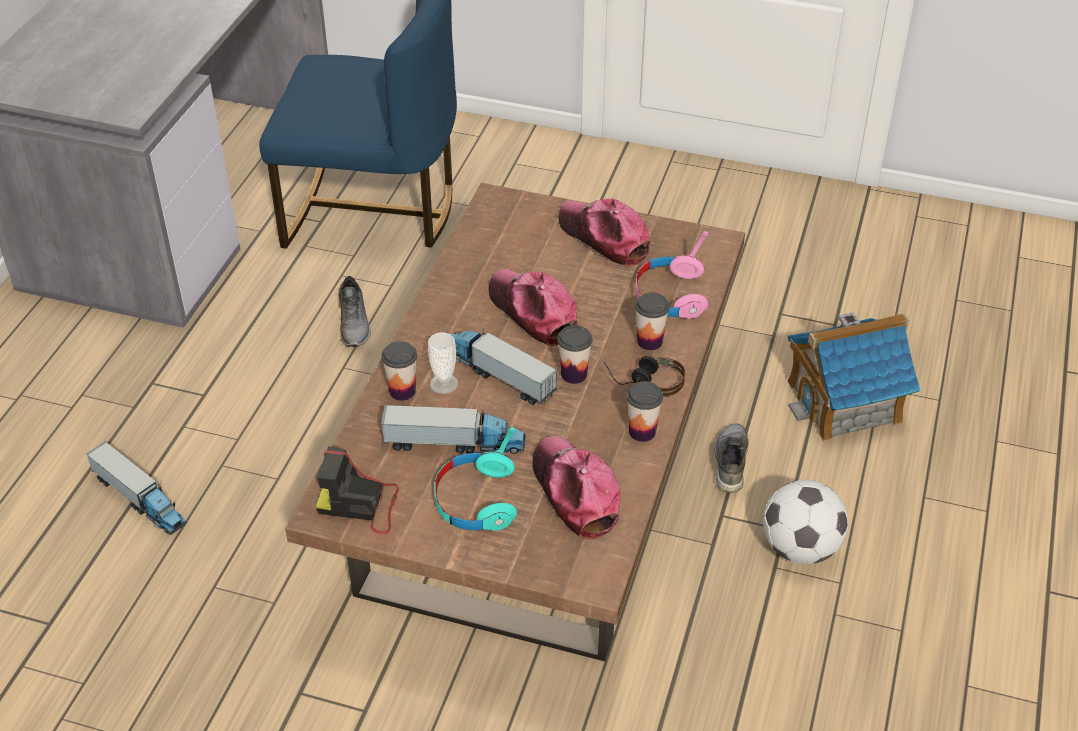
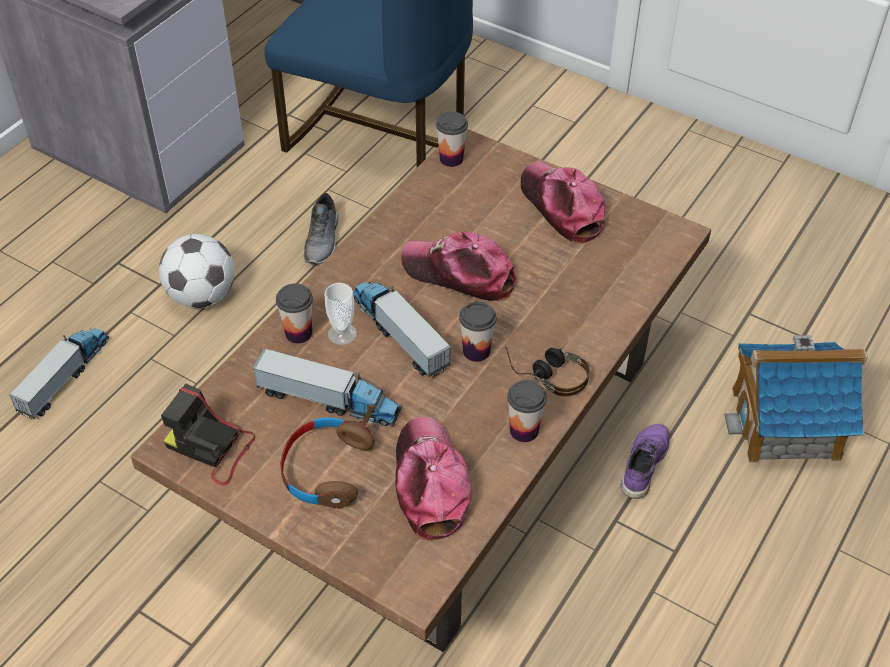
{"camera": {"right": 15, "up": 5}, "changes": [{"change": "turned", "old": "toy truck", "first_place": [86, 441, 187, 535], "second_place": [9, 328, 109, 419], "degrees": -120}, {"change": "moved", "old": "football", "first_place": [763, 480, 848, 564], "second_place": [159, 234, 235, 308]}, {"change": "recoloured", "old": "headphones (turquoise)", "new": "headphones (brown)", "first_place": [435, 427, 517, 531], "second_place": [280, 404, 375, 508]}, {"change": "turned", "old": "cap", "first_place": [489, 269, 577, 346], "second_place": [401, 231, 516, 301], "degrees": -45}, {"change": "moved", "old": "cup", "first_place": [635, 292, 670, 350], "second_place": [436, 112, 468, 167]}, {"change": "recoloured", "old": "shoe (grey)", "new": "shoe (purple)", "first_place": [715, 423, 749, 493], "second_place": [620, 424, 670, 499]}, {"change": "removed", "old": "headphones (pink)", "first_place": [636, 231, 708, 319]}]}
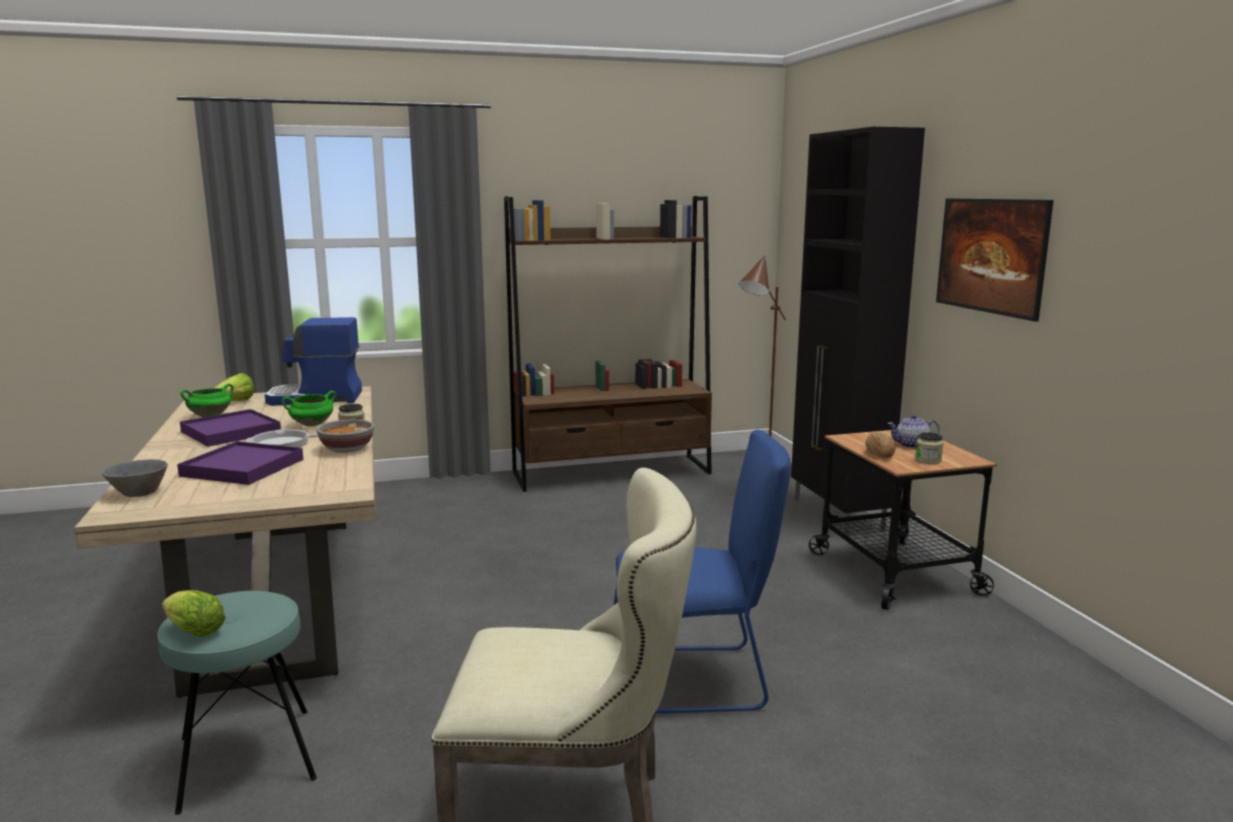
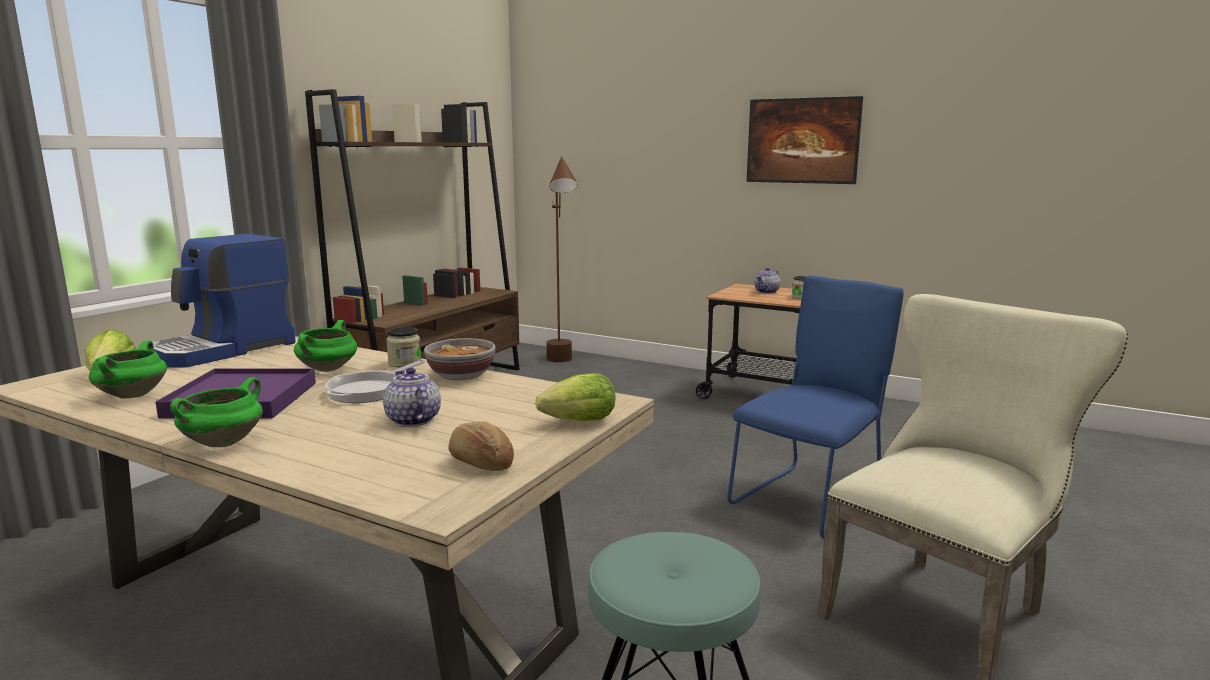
{"camera": {"right": -45, "up": 0}, "changes": [{"change": "added", "new": "cooking pot (green)", "second_place": [170, 377, 263, 447]}, {"change": "replaced", "old": "tray (purple)", "new": "teapot", "first_place": [177, 441, 303, 485], "second_place": [383, 368, 441, 427]}, {"change": "moved", "old": "bread", "first_place": [865, 432, 895, 458], "second_place": [448, 421, 514, 471]}, {"change": "moved", "old": "lettuce", "first_place": [162, 590, 225, 637], "second_place": [535, 373, 616, 422]}, {"change": "removed", "old": "bowl (grey)", "first_place": [102, 459, 168, 497]}, {"change": "removed", "old": "cabinet (black)", "first_place": [791, 127, 925, 536]}]}
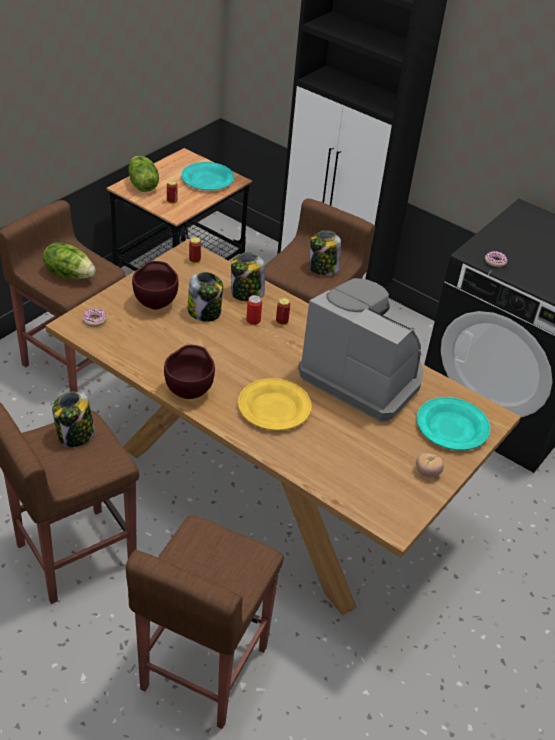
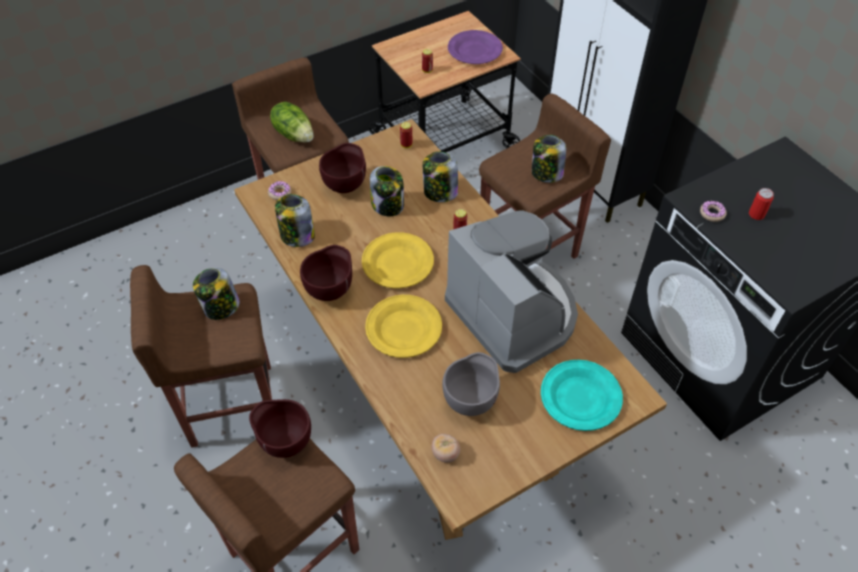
{"camera": {"right": 25, "up": 10}, "changes": [{"change": "added", "new": "bowl (brown)", "second_place": [249, 399, 311, 458]}, {"change": "added", "new": "jar", "second_place": [275, 194, 315, 247]}, {"change": "added", "new": "plate (yellow)", "second_place": [362, 232, 434, 288]}, {"change": "moved", "old": "tomato", "first_place": [416, 453, 444, 477], "second_place": [432, 434, 460, 463]}, {"change": "added", "new": "bowl (grey)", "second_place": [442, 352, 500, 416]}, {"change": "recoloured", "old": "plate (turquoise)", "new": "plate (purple)", "first_place": [181, 162, 234, 190], "second_place": [448, 30, 503, 64]}, {"change": "moved", "old": "can", "first_place": [246, 295, 262, 325], "second_place": [749, 188, 774, 220]}, {"change": "removed", "old": "lettuce", "first_place": [128, 156, 159, 192]}]}
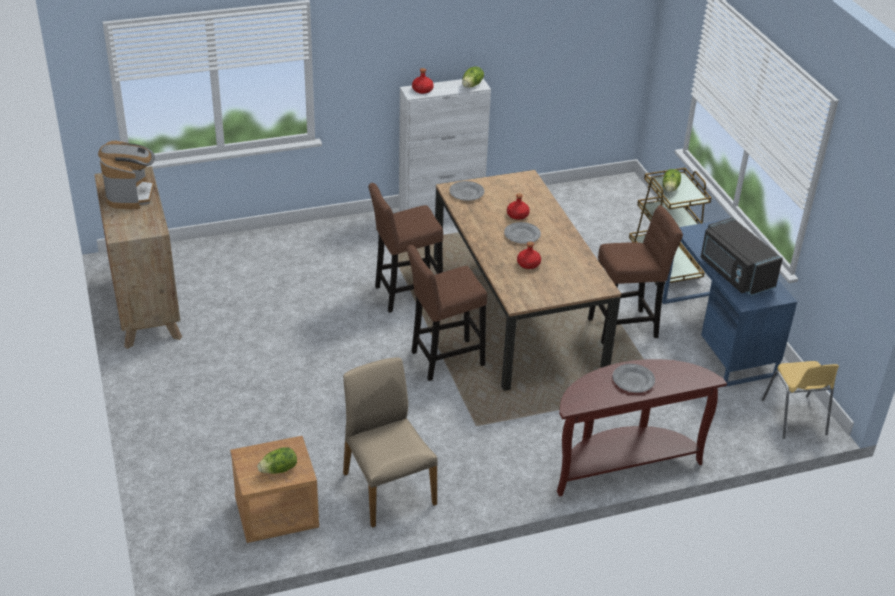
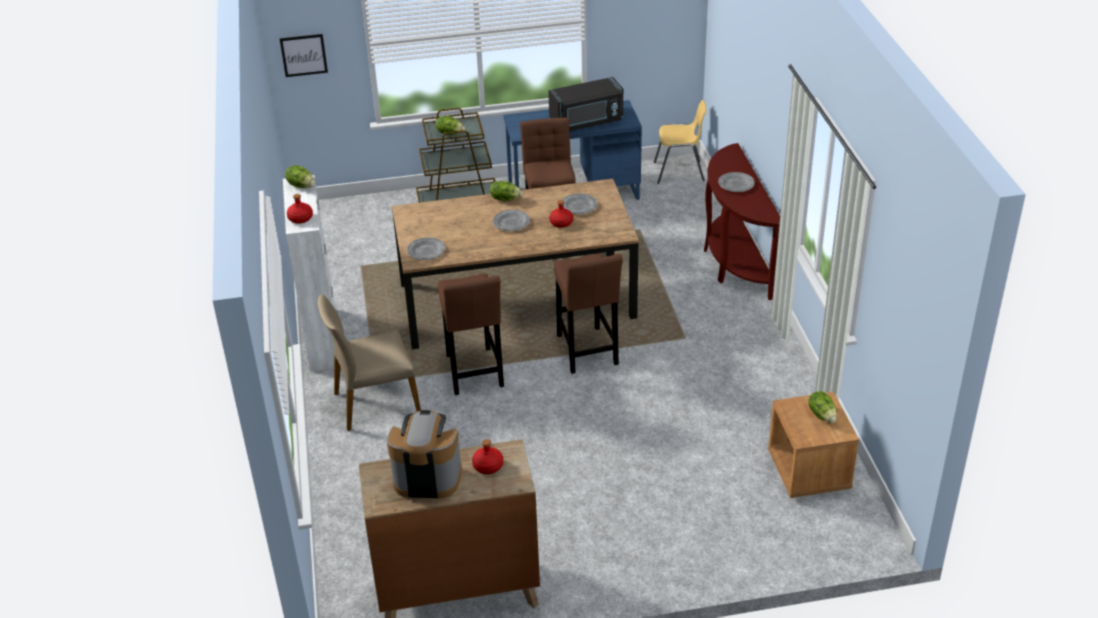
{"camera": {"right": -80, "up": 0}, "changes": [{"change": "added", "new": "picture", "second_place": [280, 34, 328, 77]}, {"change": "moved", "old": "chair (beige)", "first_place": [343, 357, 438, 528], "second_place": [318, 294, 421, 431]}, {"change": "moved", "old": "bottle (red)", "first_place": [507, 193, 530, 220], "second_place": [472, 439, 503, 474]}, {"change": "added", "new": "lettuce", "second_place": [490, 181, 522, 201]}, {"change": "added", "new": "plate (grey)", "second_place": [563, 193, 598, 214]}]}
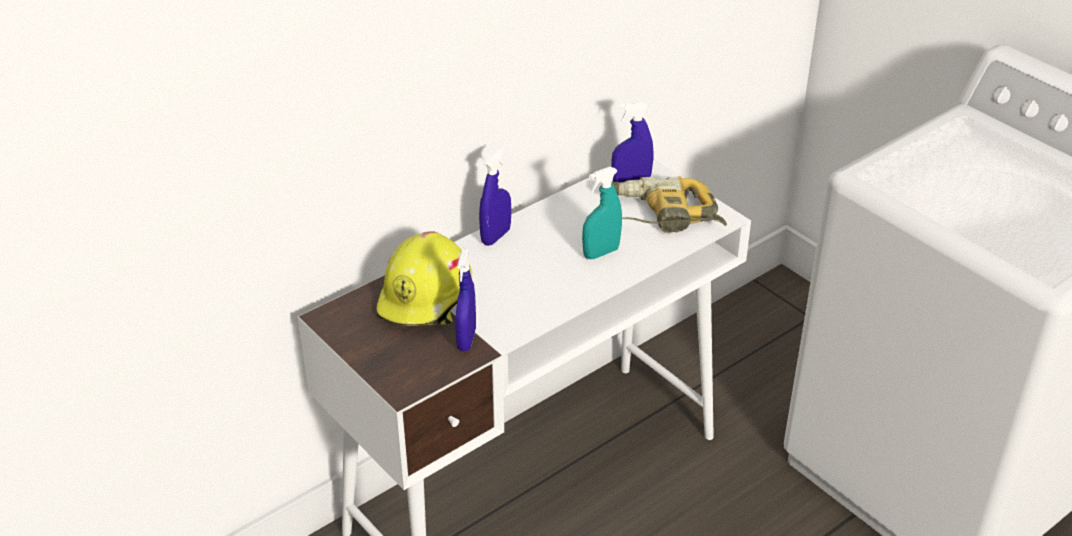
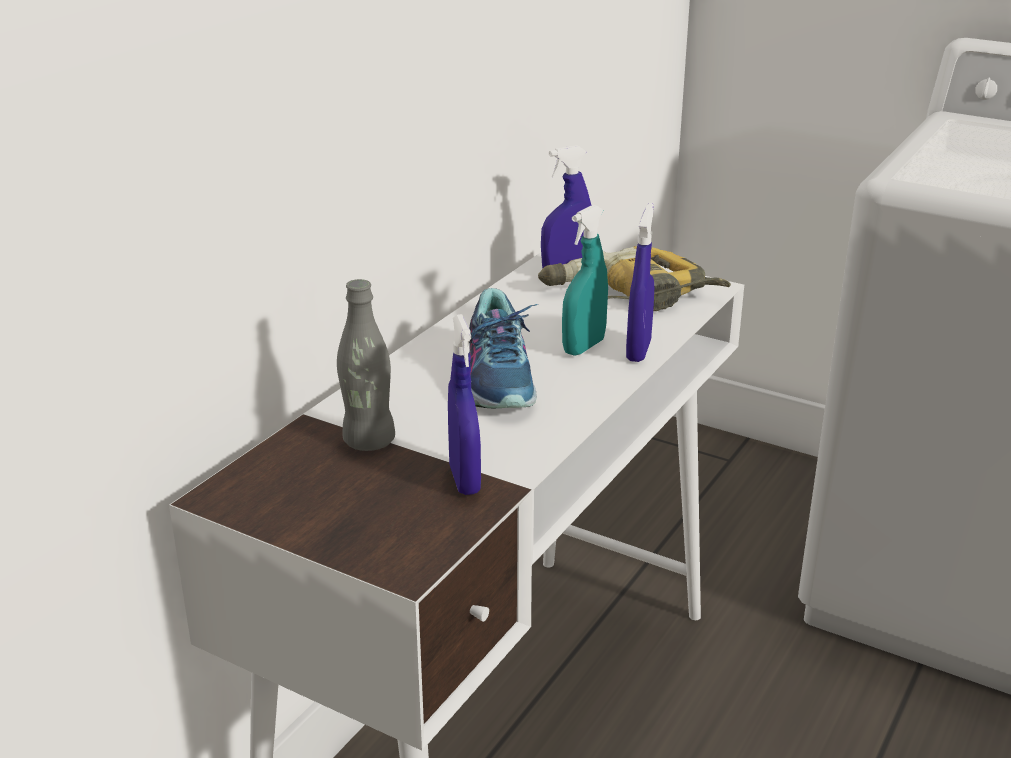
{"camera": {"right": -20, "up": -10}, "changes": [{"change": "replaced", "old": "hard hat (yellow)", "new": "bottle (grey)", "first_place": [376, 231, 472, 326], "second_place": [337, 279, 395, 451]}, {"change": "added", "new": "shoe", "second_place": [469, 288, 538, 408]}, {"change": "moved", "old": "spray bottle (blue)", "first_place": [479, 146, 511, 246], "second_place": [626, 203, 654, 362]}]}
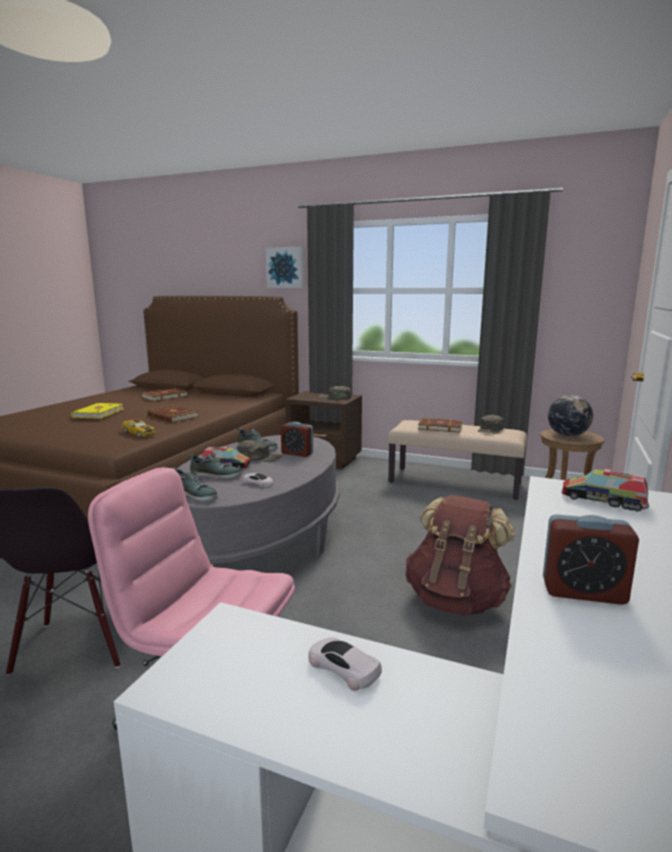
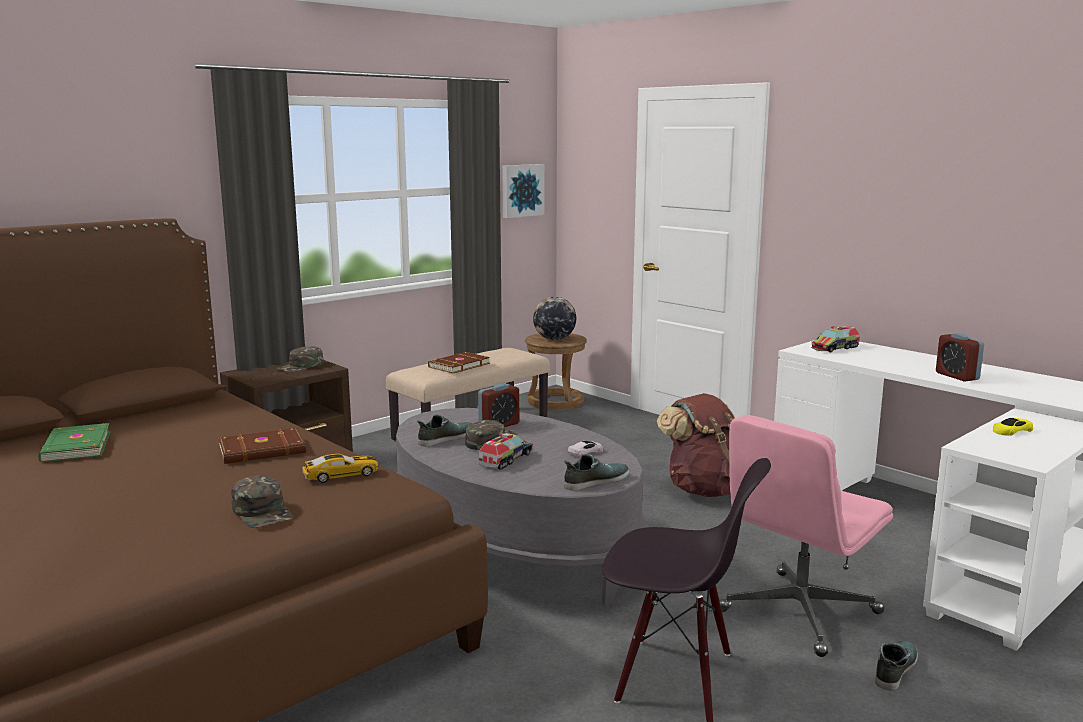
{"camera": {"right": -65, "up": 0}, "changes": [{"change": "recoloured", "old": "book (brown)", "new": "book (green)", "first_place": [141, 388, 187, 401], "second_place": [38, 423, 110, 462]}, {"change": "moved", "old": "cap (green)", "first_place": [478, 415, 504, 434], "second_place": [231, 475, 293, 528]}, {"change": "moved", "old": "picture", "first_place": [266, 247, 303, 288], "second_place": [502, 164, 544, 218]}, {"change": "moved", "old": "shoe", "first_place": [189, 453, 241, 479], "second_place": [875, 641, 918, 690]}, {"change": "turned", "old": "alarm clock", "first_place": [543, 514, 639, 605], "second_place": [936, 333, 984, 382], "degrees": 120}, {"change": "recoloured", "old": "toy car (white)", "new": "toy car (yellow)", "first_place": [308, 637, 382, 691], "second_place": [993, 418, 1033, 436]}, {"change": "removed", "old": "book (yellow)", "first_place": [71, 403, 124, 419]}]}
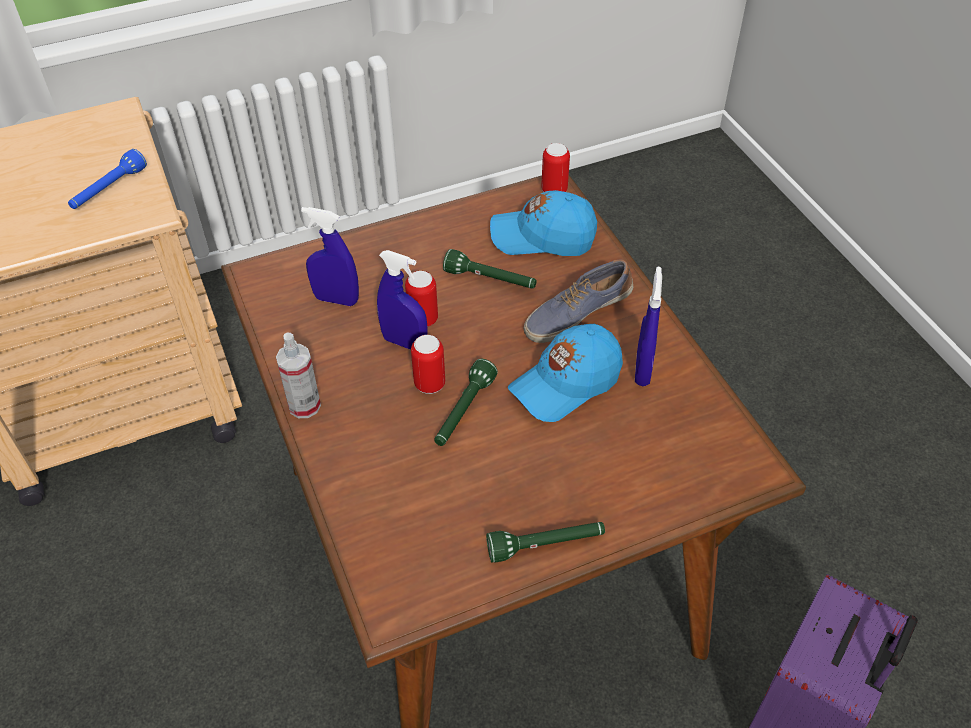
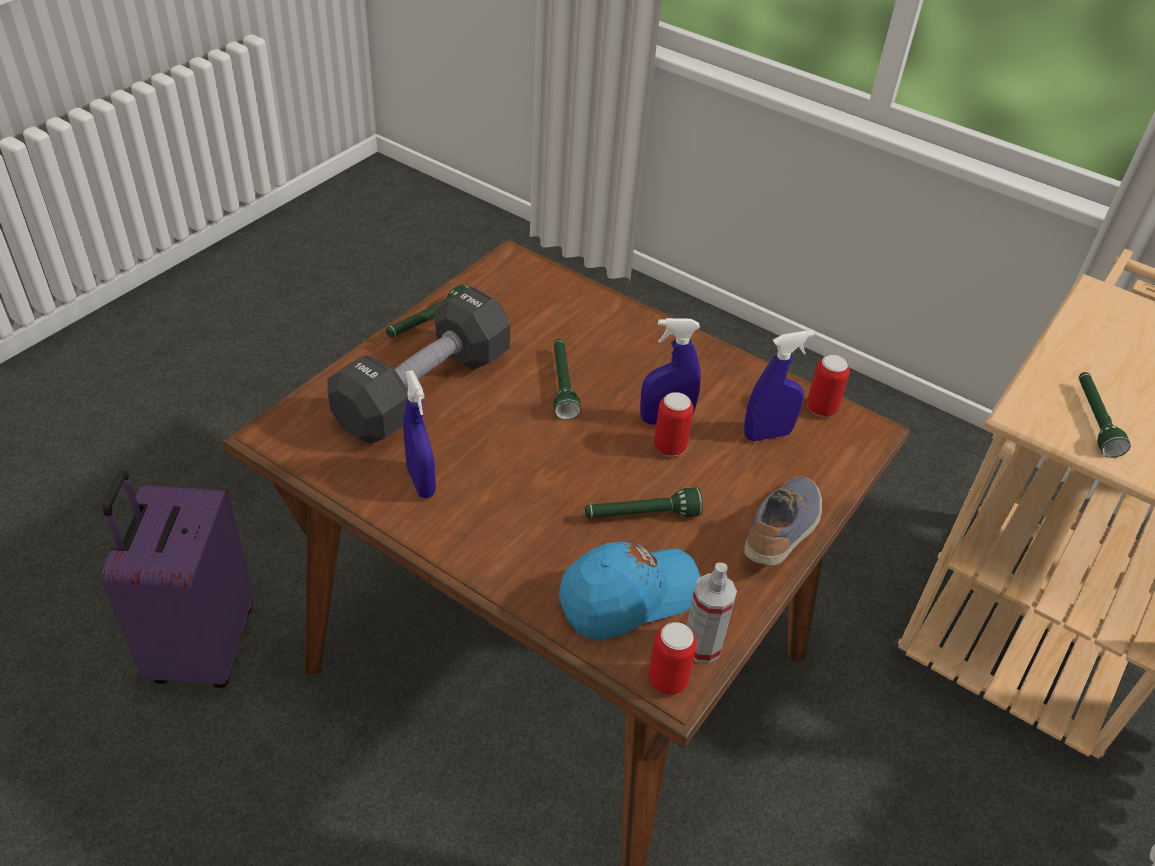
{"camera": {"right": 145, "up": -5}, "changes": [{"change": "added", "new": "dumbbell (black)", "second_place": [327, 286, 510, 444]}, {"change": "moved", "old": "spray bottle", "first_place": [276, 332, 321, 418], "second_place": [687, 562, 737, 663]}, {"change": "moved", "old": "shoe", "first_place": [524, 259, 633, 343], "second_place": [744, 476, 822, 565]}, {"change": "moved", "old": "can", "first_place": [411, 335, 445, 394], "second_place": [807, 355, 850, 417]}, {"change": "recoloured", "old": "flashlight (blue)", "new": "flashlight (green)", "first_place": [68, 149, 147, 209], "second_place": [1079, 372, 1130, 458]}, {"change": "removed", "old": "cap (blue)", "first_place": [508, 324, 623, 422]}]}
